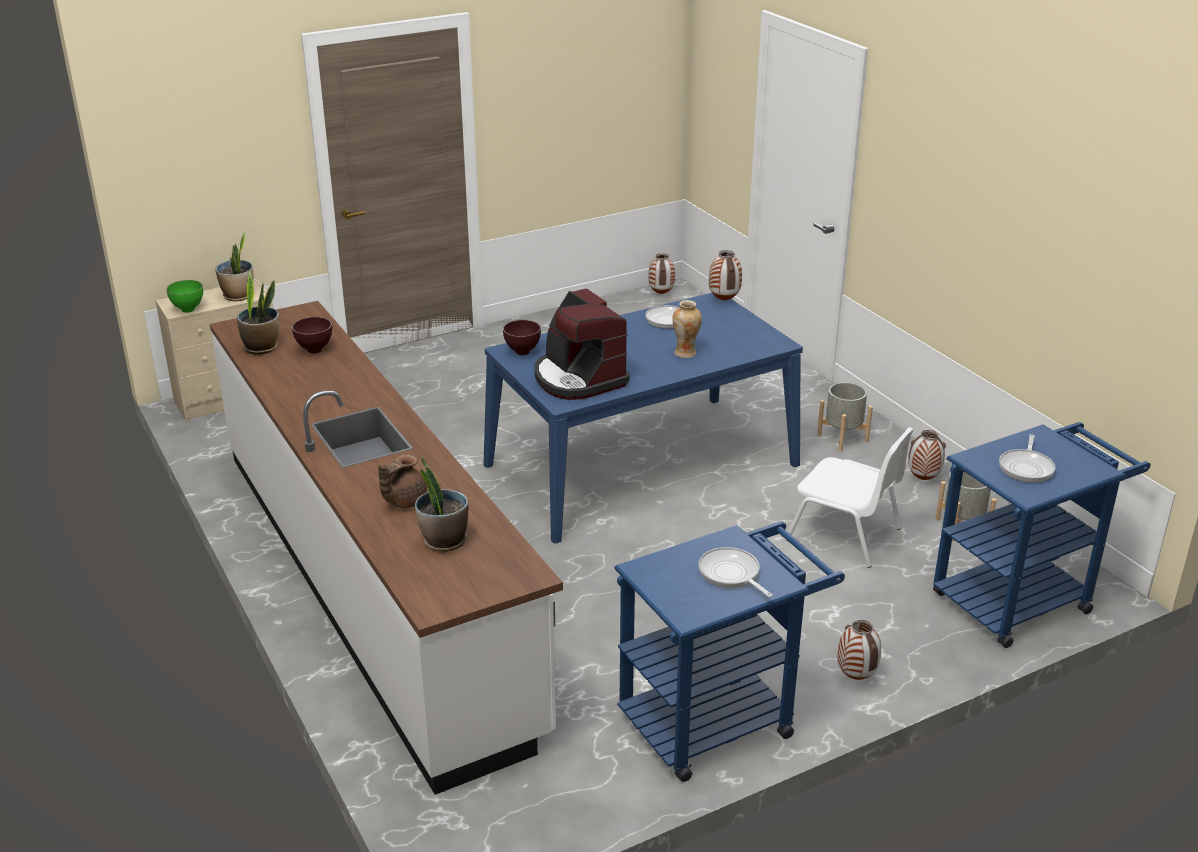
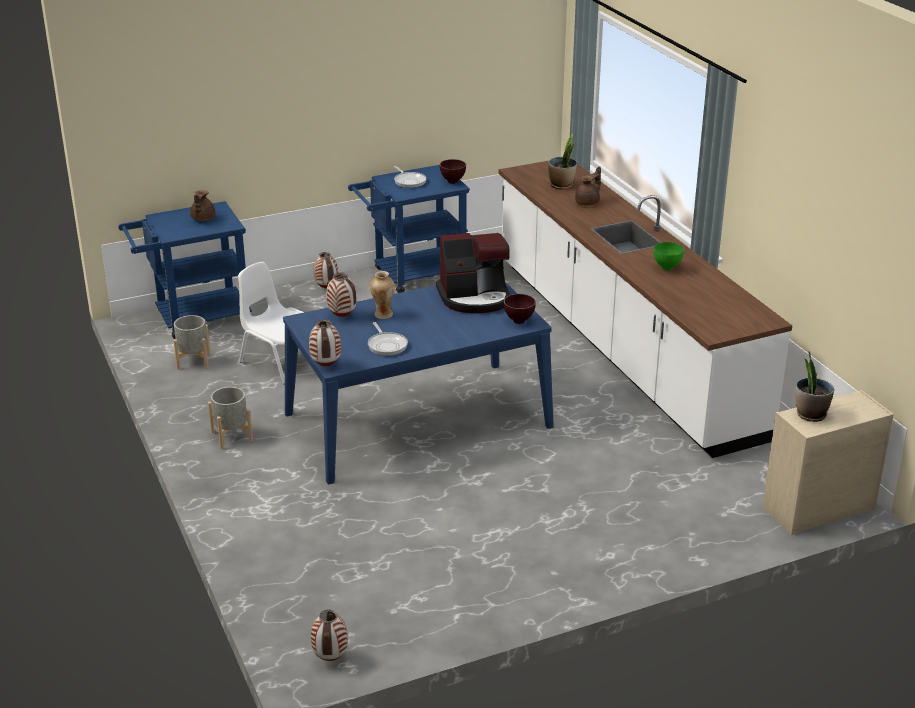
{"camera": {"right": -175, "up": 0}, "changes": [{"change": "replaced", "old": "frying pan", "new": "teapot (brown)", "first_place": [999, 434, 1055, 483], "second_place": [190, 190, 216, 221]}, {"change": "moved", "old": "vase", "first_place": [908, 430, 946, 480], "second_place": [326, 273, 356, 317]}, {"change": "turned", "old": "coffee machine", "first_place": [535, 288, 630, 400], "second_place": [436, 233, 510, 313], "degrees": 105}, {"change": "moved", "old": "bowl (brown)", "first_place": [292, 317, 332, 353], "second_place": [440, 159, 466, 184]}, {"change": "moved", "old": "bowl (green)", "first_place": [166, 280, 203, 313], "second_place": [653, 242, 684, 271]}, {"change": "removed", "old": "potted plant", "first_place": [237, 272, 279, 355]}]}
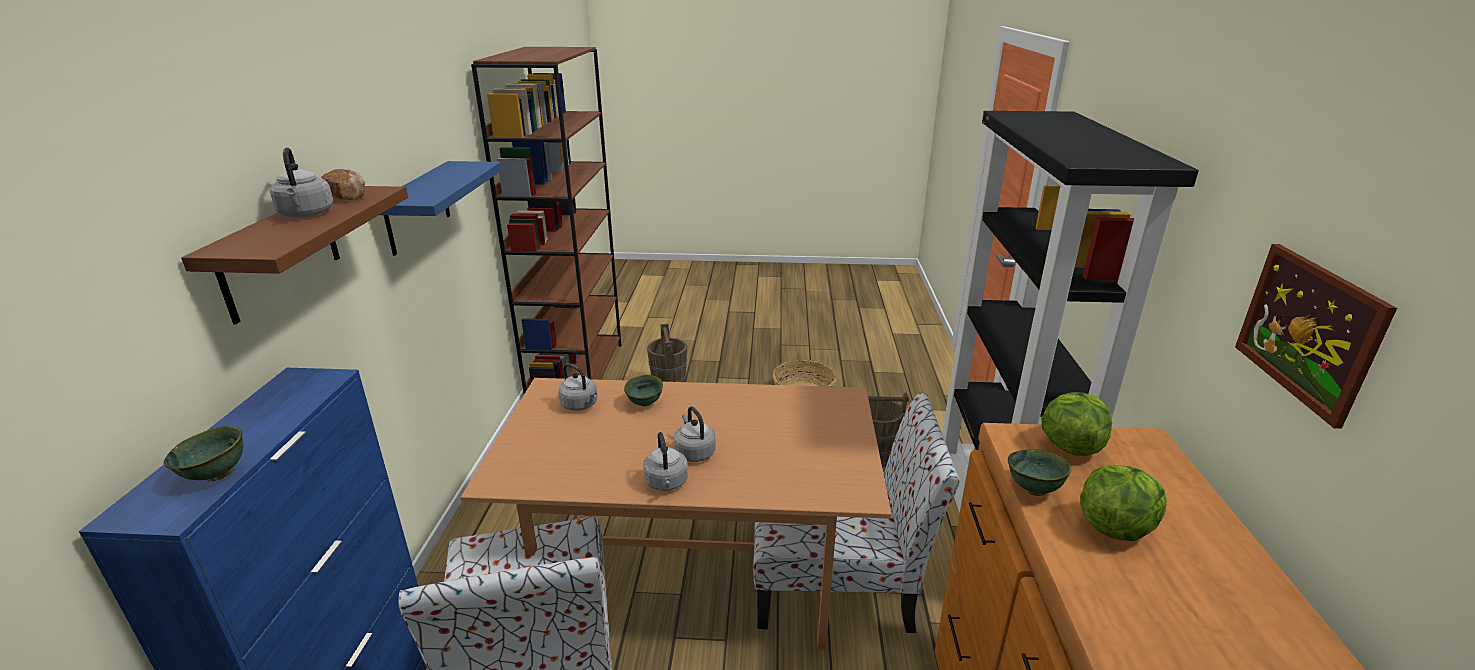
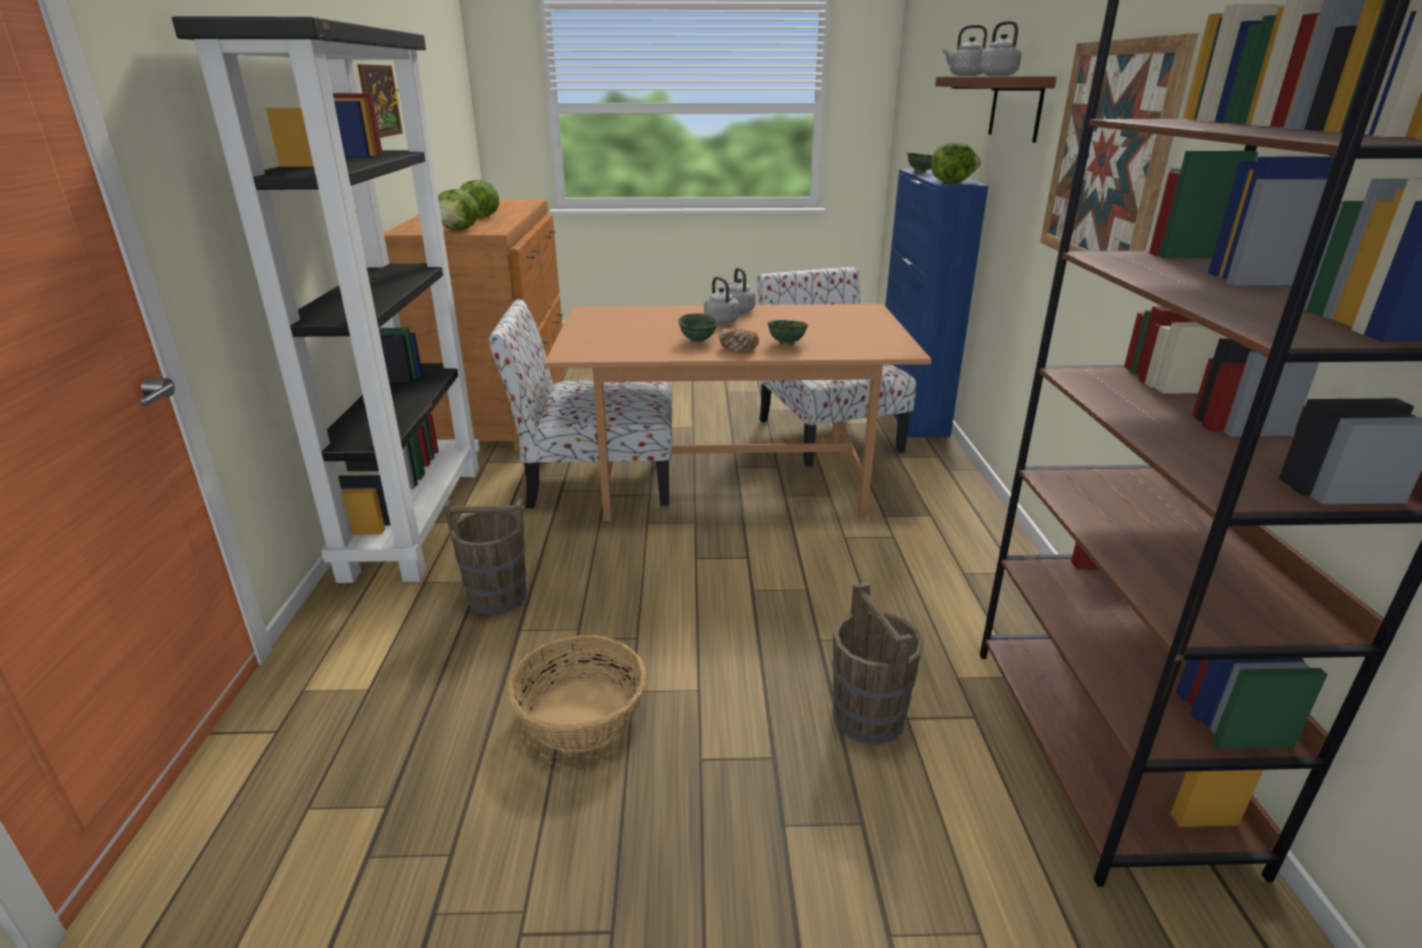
{"camera": {"right": 175, "up": 0}, "changes": [{"change": "moved", "old": "bowl (green)", "first_place": [1008, 449, 1071, 496], "second_place": [678, 314, 718, 343]}, {"change": "moved", "old": "bread", "first_place": [321, 169, 365, 200], "second_place": [719, 328, 759, 352]}, {"change": "added", "new": "lettuce", "second_place": [931, 142, 981, 183]}, {"change": "moved", "old": "kettle (grey)", "first_place": [558, 363, 597, 411], "second_place": [943, 25, 987, 76]}, {"change": "replaced", "old": "shelf (blue)", "new": "picture", "first_place": [380, 161, 502, 256], "second_place": [1040, 34, 1198, 251]}]}
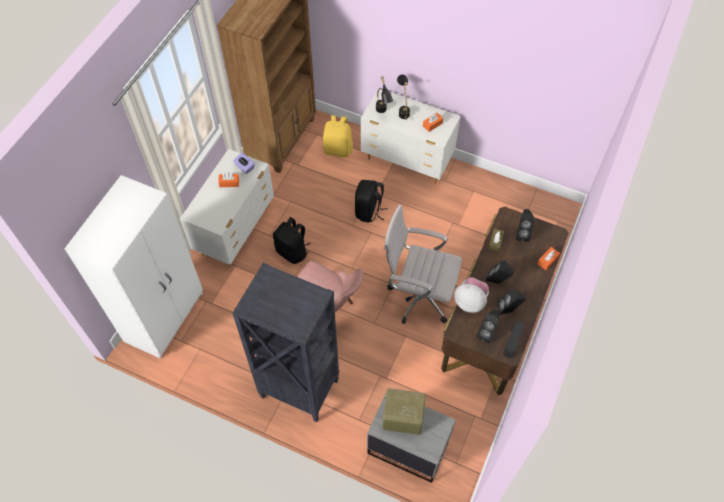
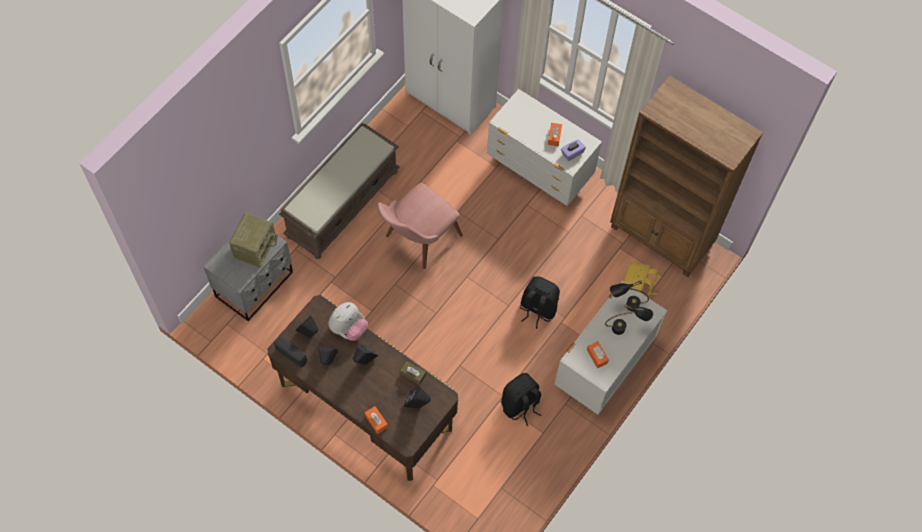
{"camera": {"right": 100, "up": 5}, "changes": [{"change": "replaced", "old": "bookcase (black)", "new": "bench (brown)", "first_place": [232, 263, 339, 423], "second_place": [279, 123, 400, 259]}, {"change": "moved", "old": "backpack (black)", "first_place": [273, 217, 310, 264], "second_place": [501, 373, 541, 426]}, {"change": "removed", "old": "office chair (white)", "first_place": [384, 205, 462, 324]}]}
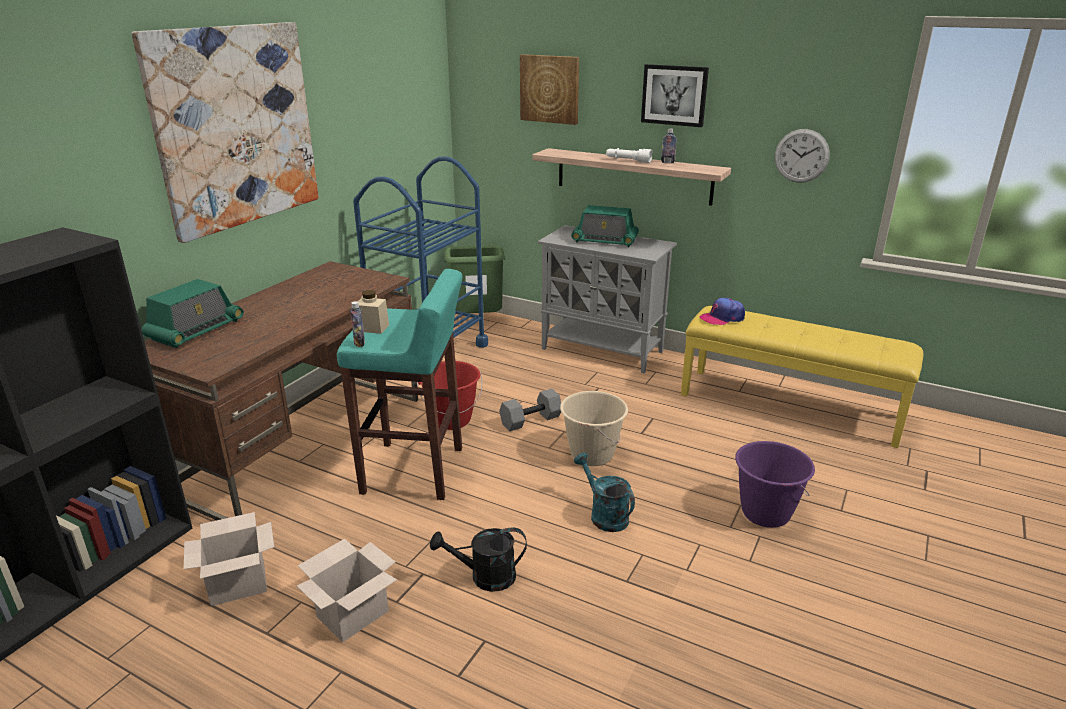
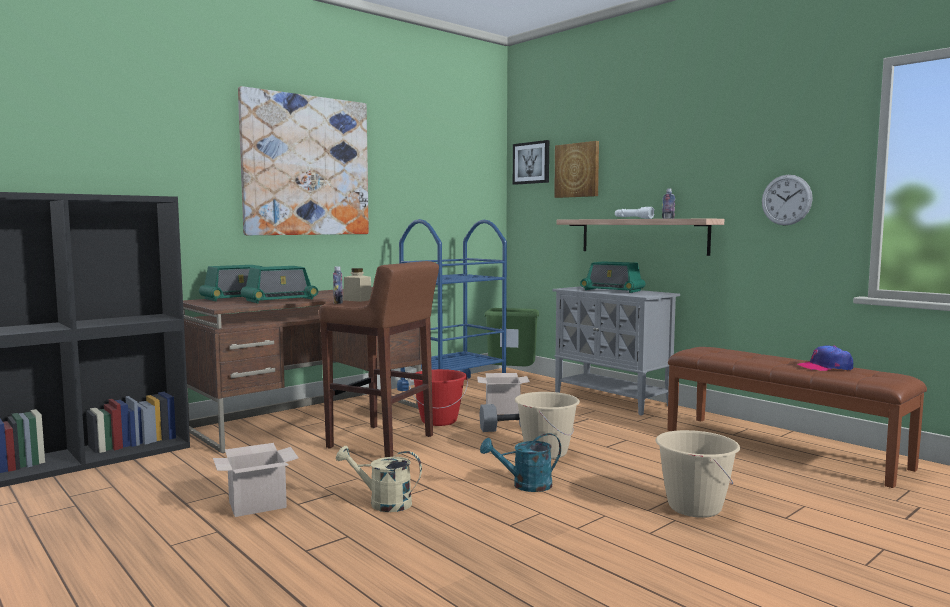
{"camera": {"right": 20, "up": -20}, "changes": [{"change": "added", "new": "radio", "second_place": [241, 266, 318, 303]}, {"change": "recoloured", "old": "stool (turquoise)", "new": "stool (brown)", "first_place": [337, 269, 462, 500], "second_place": [319, 261, 439, 457]}, {"change": "recoloured", "old": "watering can (black)", "new": "watering can (beige)", "first_place": [430, 527, 527, 592], "second_place": [336, 446, 422, 512]}, {"change": "moved", "old": "cardboard box", "first_place": [184, 512, 274, 606], "second_place": [477, 373, 530, 414]}, {"change": "turned", "old": "watering can (turquoise)", "first_place": [574, 452, 635, 532], "second_place": [480, 433, 561, 492], "degrees": -90}, {"change": "moved", "old": "picture", "first_place": [641, 64, 709, 127], "second_place": [513, 140, 549, 185]}, {"change": "recoloured", "old": "bucket (purple)", "new": "bucket (beige)", "first_place": [735, 441, 815, 528], "second_place": [656, 430, 740, 518]}, {"change": "recoloured", "old": "bench (yellow)", "new": "bench (brown)", "first_place": [681, 306, 923, 448], "second_place": [667, 347, 927, 488]}, {"change": "moved", "old": "cap", "first_place": [700, 298, 745, 325], "second_place": [797, 345, 853, 371]}]}
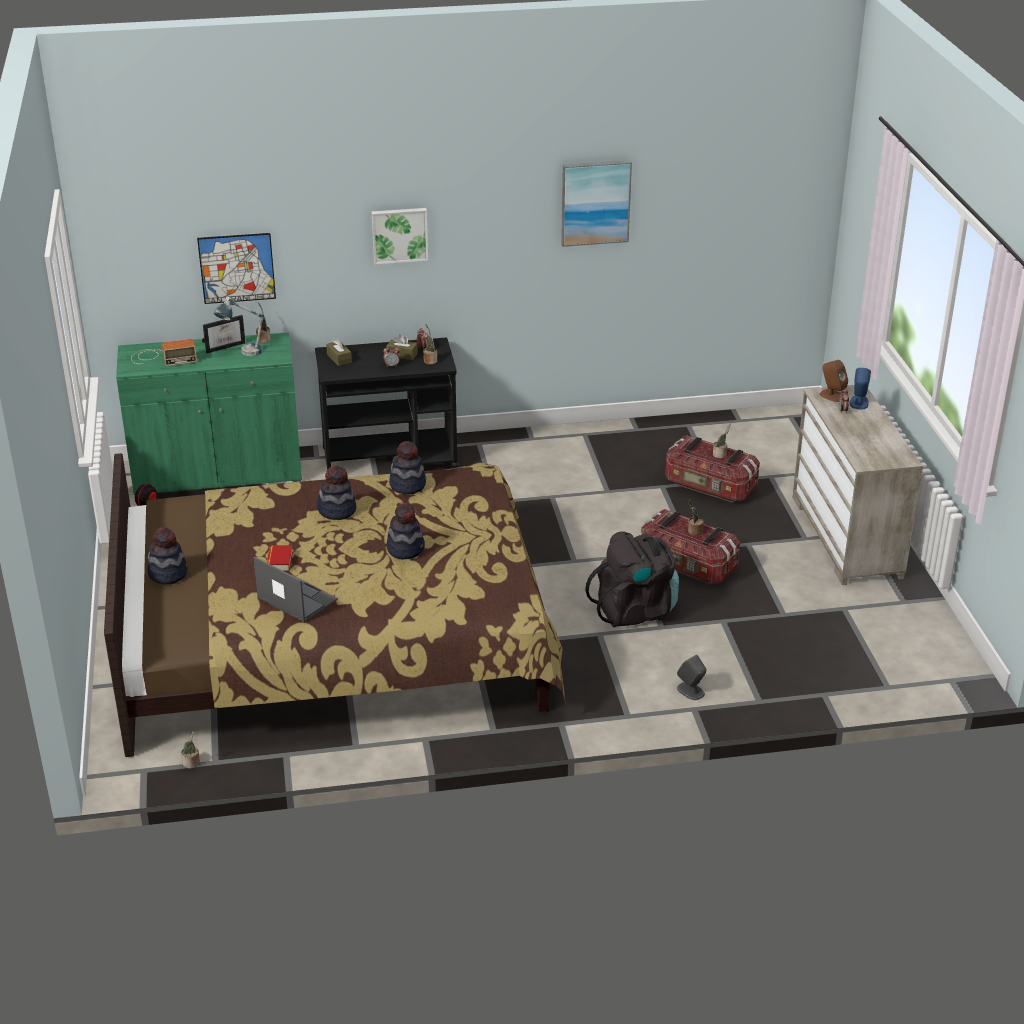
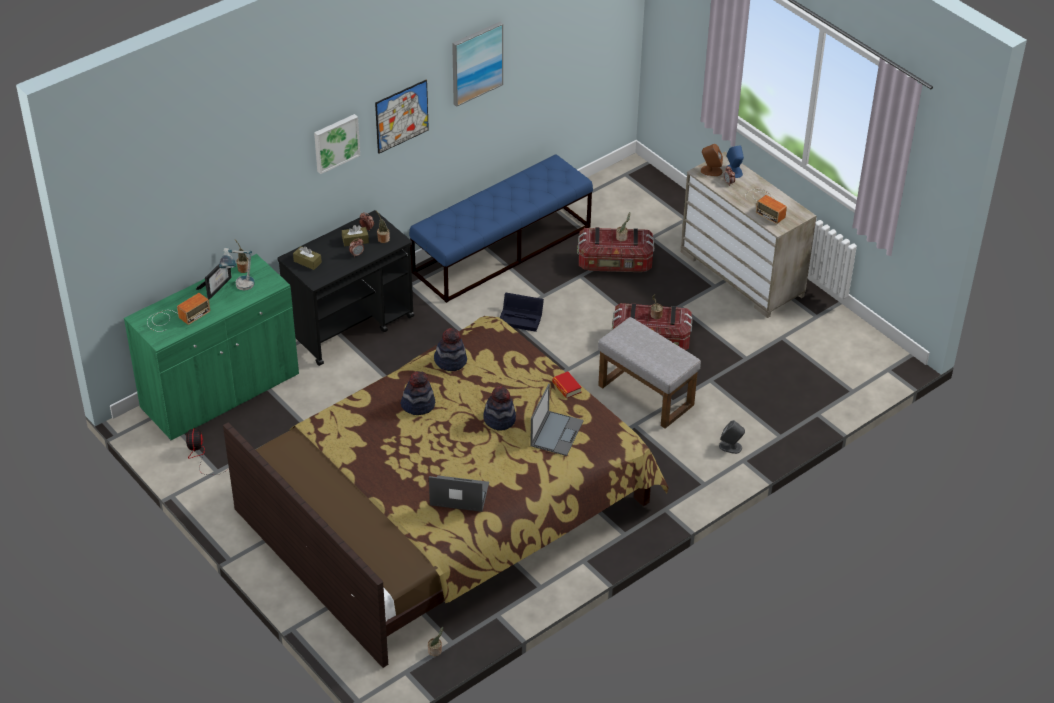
{"camera": {"right": -30, "up": 10}, "changes": [{"change": "moved", "old": "picture", "first_place": [197, 233, 276, 304], "second_place": [375, 80, 429, 154]}, {"change": "added", "new": "bench (blue)", "second_place": [409, 154, 593, 303]}, {"change": "added", "new": "storage box (black)", "second_place": [500, 293, 544, 332]}, {"change": "added", "new": "laptop", "second_place": [530, 384, 584, 456]}, {"change": "moved", "old": "book", "first_place": [267, 545, 293, 571], "second_place": [552, 372, 582, 398]}, {"change": "replaced", "old": "backpack (black)", "new": "ottoman (grey)", "first_place": [585, 532, 679, 628], "second_place": [598, 317, 701, 429]}, {"change": "added", "new": "radio", "second_place": [745, 189, 787, 224]}, {"change": "removed", "old": "hat", "first_place": [148, 527, 188, 584]}]}
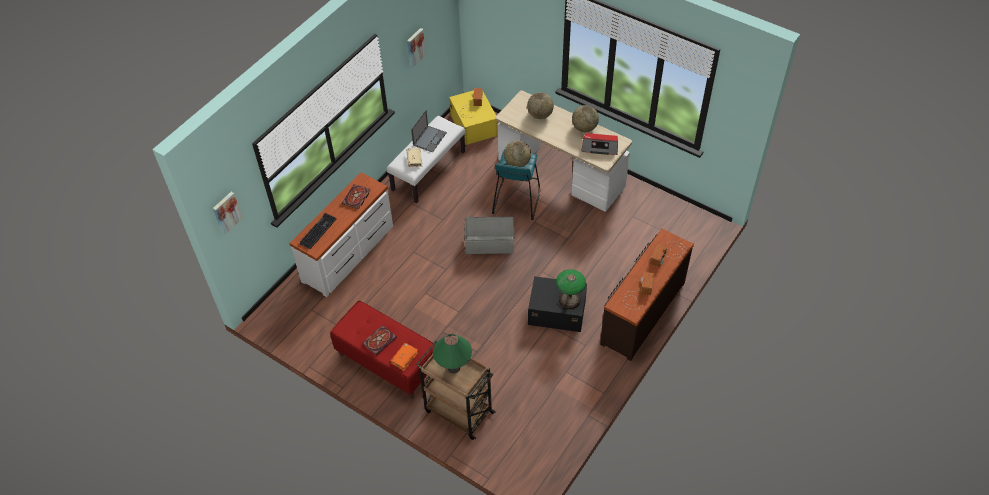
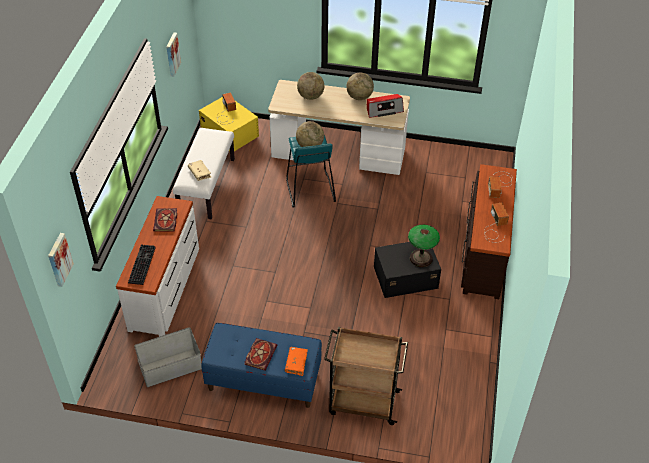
{"camera": {"right": -25, "up": -5}, "changes": [{"change": "moved", "old": "storage box (grey)", "first_place": [464, 217, 514, 254], "second_place": [134, 327, 202, 387]}, {"change": "recoloured", "old": "bench (red)", "new": "bench (blue)", "first_place": [330, 301, 435, 399], "second_place": [201, 323, 322, 408]}, {"change": "removed", "old": "laptop", "first_place": [411, 110, 447, 152]}, {"change": "removed", "old": "table lamp (green)", "first_place": [433, 333, 472, 374]}]}
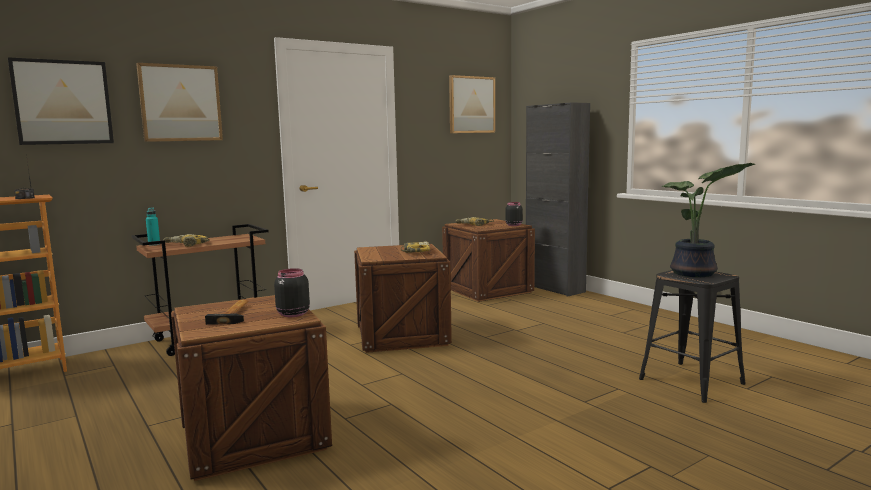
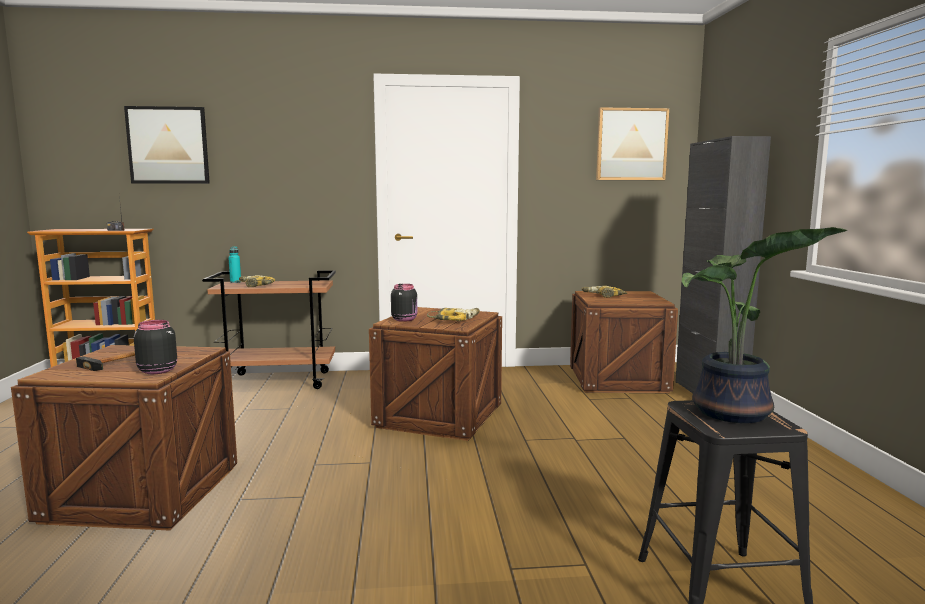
{"camera": {"right": 30, "up": 0}, "changes": [{"change": "moved", "old": "jar (black)", "first_place": [505, 202, 523, 226], "second_place": [391, 284, 417, 322]}, {"change": "removed", "old": "picture", "first_place": [136, 63, 223, 142]}]}
